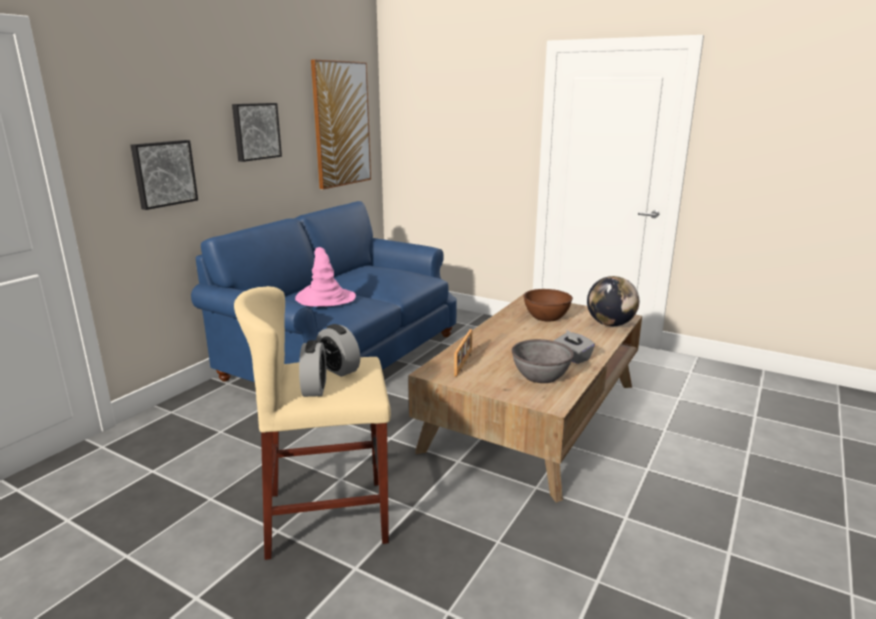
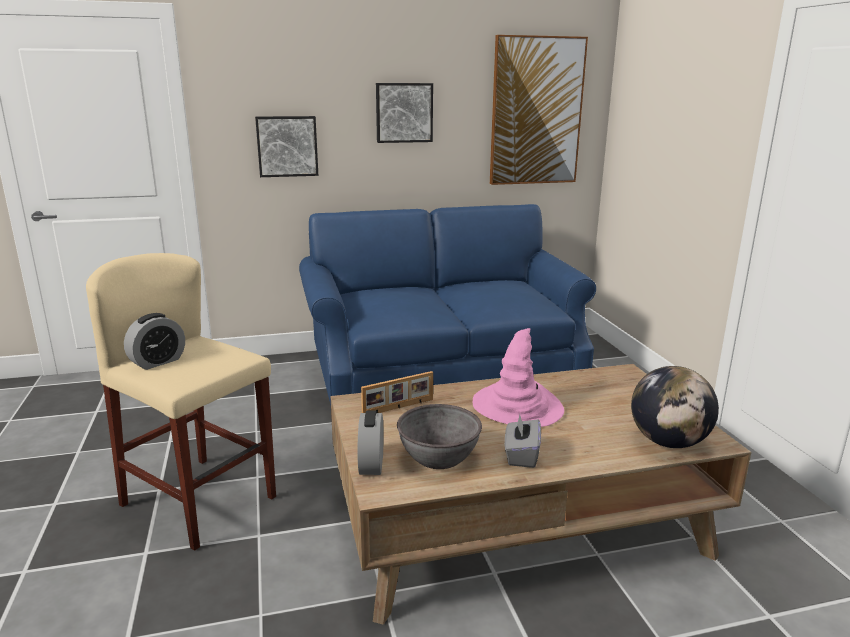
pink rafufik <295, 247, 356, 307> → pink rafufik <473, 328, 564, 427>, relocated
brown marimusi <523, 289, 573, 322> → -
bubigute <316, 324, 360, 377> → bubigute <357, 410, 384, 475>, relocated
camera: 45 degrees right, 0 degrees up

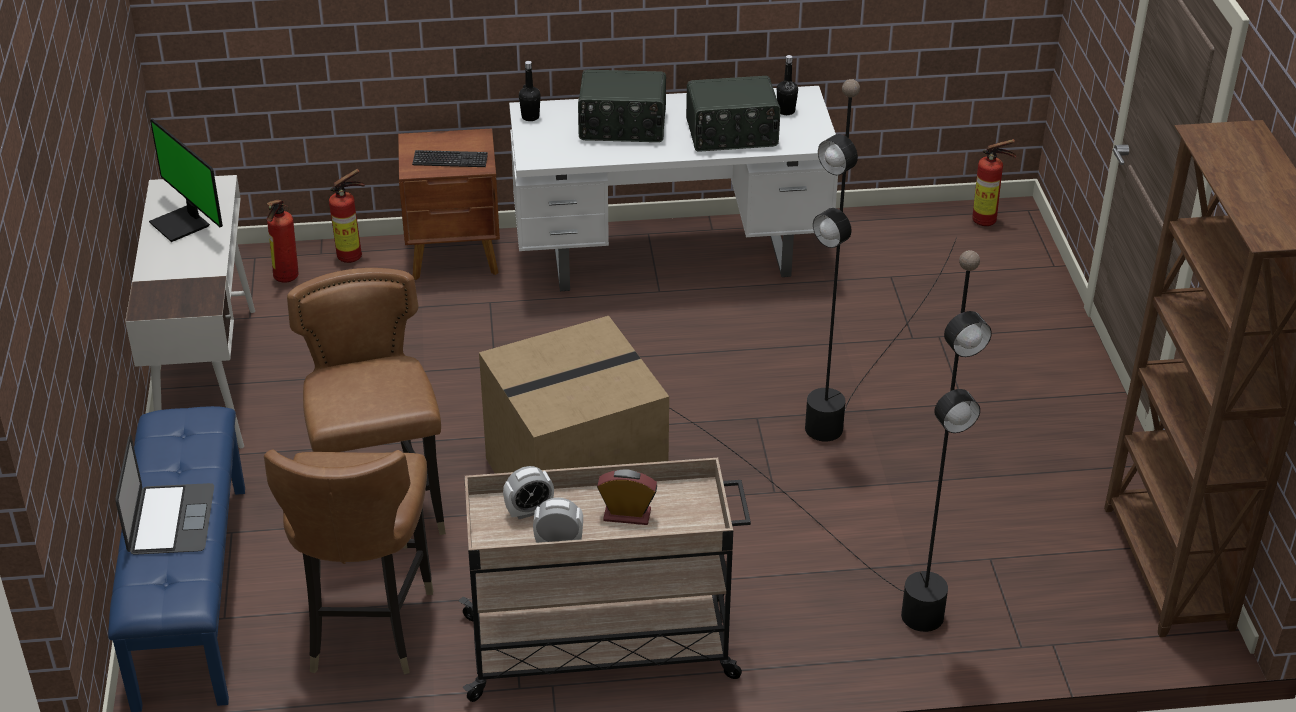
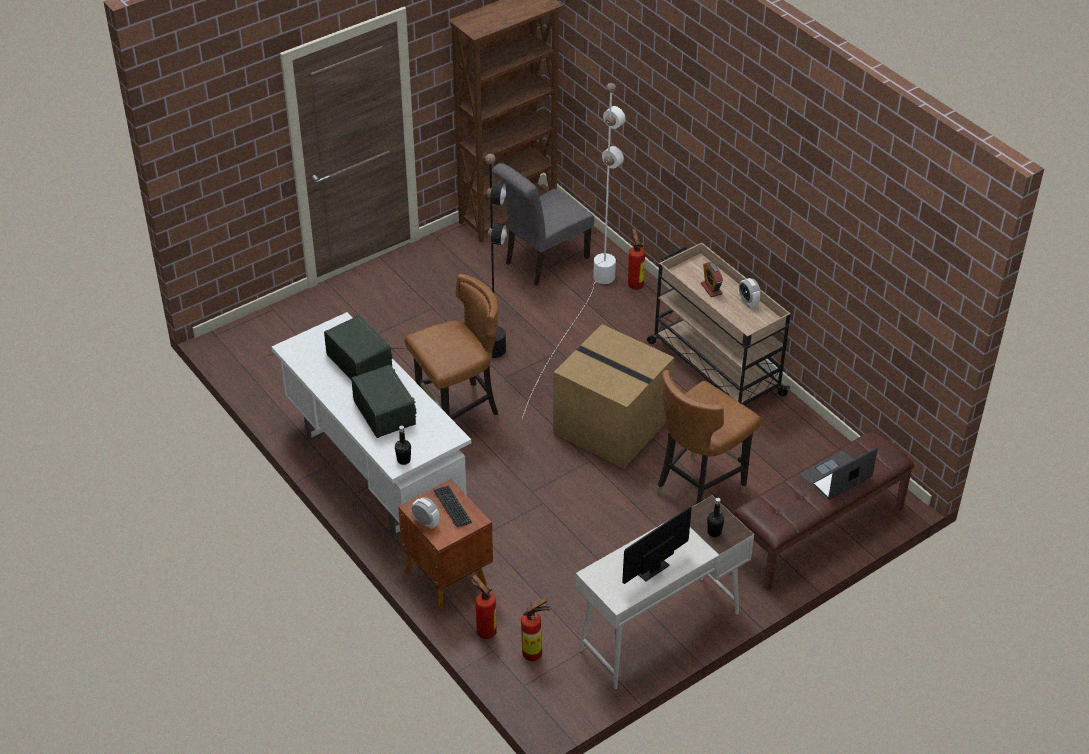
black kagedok <777, 55, 798, 115> → black kagedok <707, 498, 724, 537>, relocated
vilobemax <149, 119, 223, 242> → vilobemax <622, 507, 692, 584>, 150 degrees counterclockwise
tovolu <972, 139, 1016, 226> → tovolu <628, 229, 645, 290>, relocated
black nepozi <670, 250, 992, 632> → white nepozi <522, 83, 625, 418>
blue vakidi <108, 406, 245, 712> → brown vakidi <734, 431, 914, 591>
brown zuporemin <264, 449, 433, 674> → brown zuporemin <405, 274, 500, 423>, relocated
bubigute <503, 466, 554, 519> → bubigute <411, 497, 440, 529>, relocated
- → grey zuporemin <492, 163, 594, 286>
camera: 120 degrees left, 5 degrees up

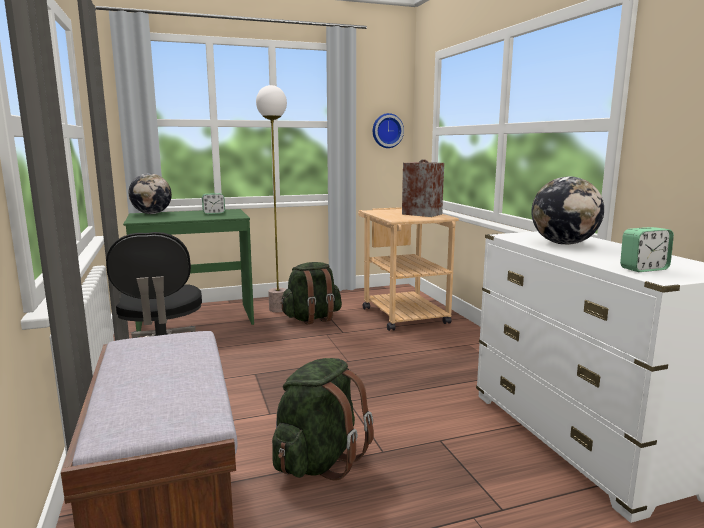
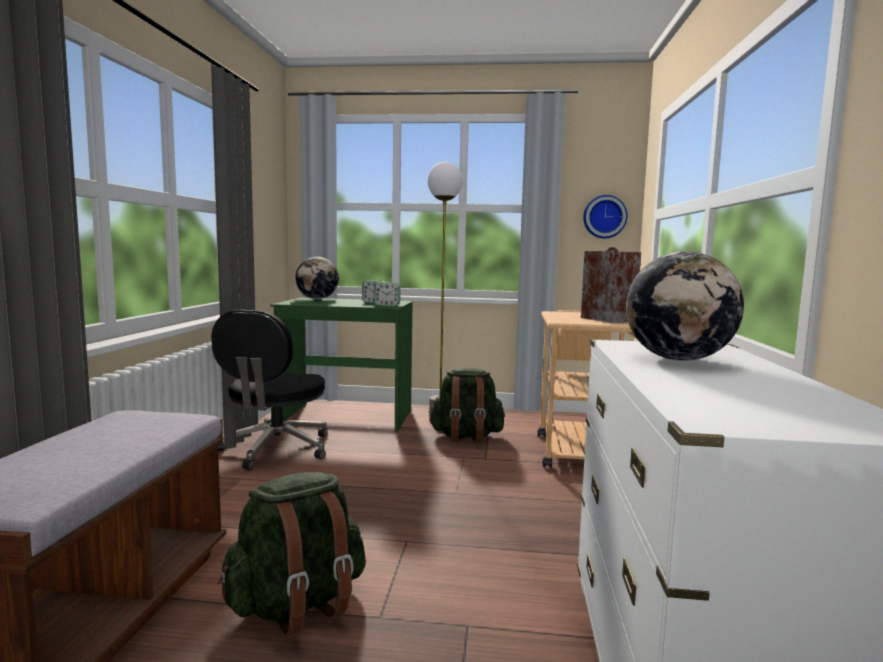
bubigute <620, 227, 674, 272> → bubigute <374, 282, 400, 306>, relocated
camera: 25 degrees right, 5 degrees down

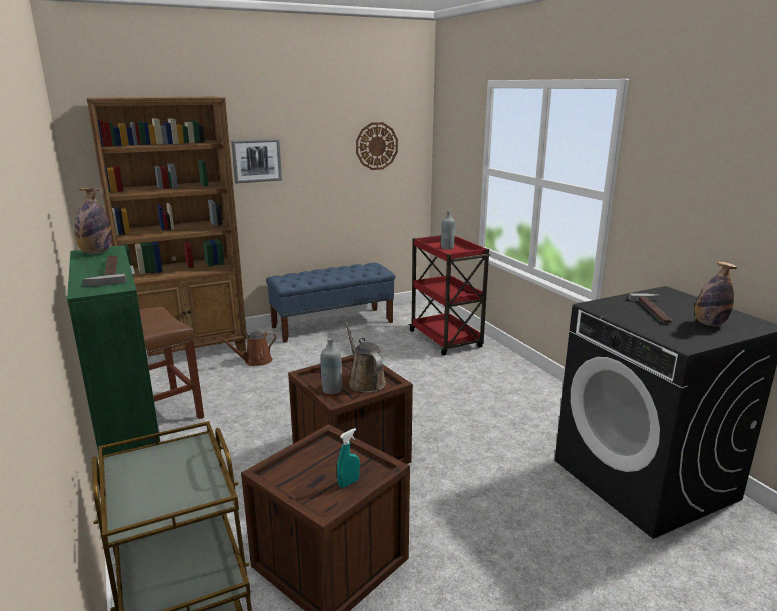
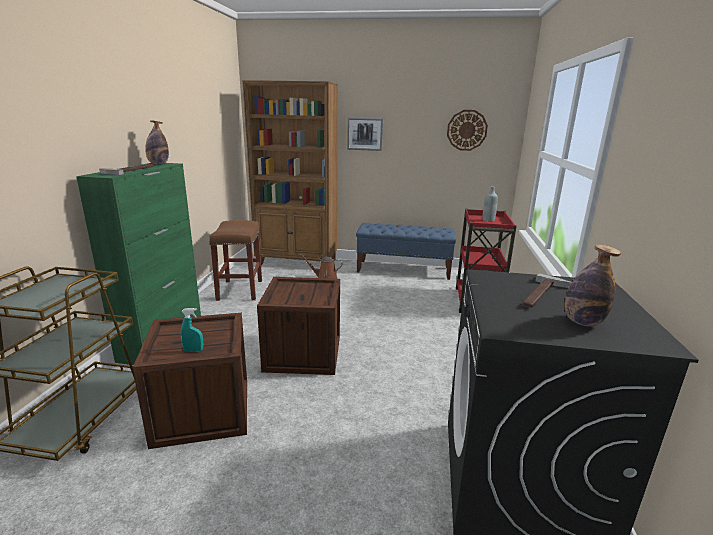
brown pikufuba <345, 321, 386, 393> → -
grey kagedok <321, 338, 342, 394> → -
camera: 35 degrees right, 0 degrees up

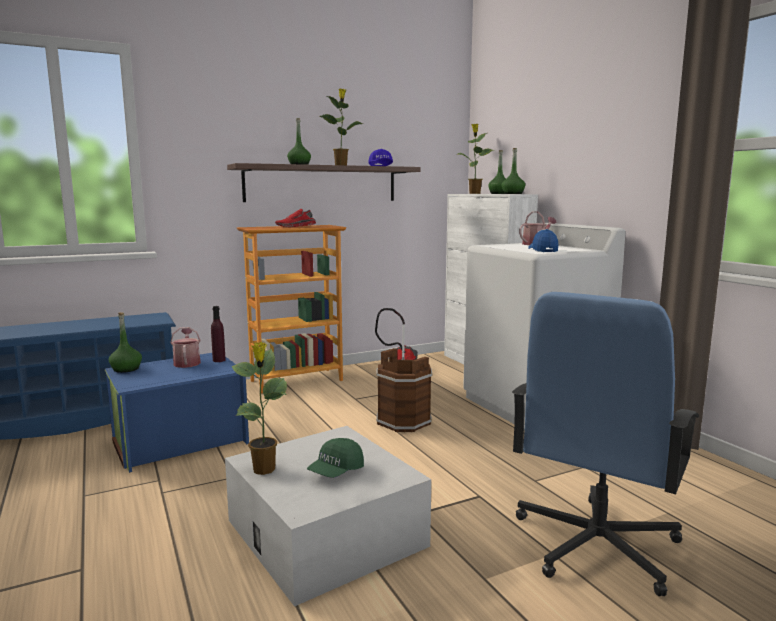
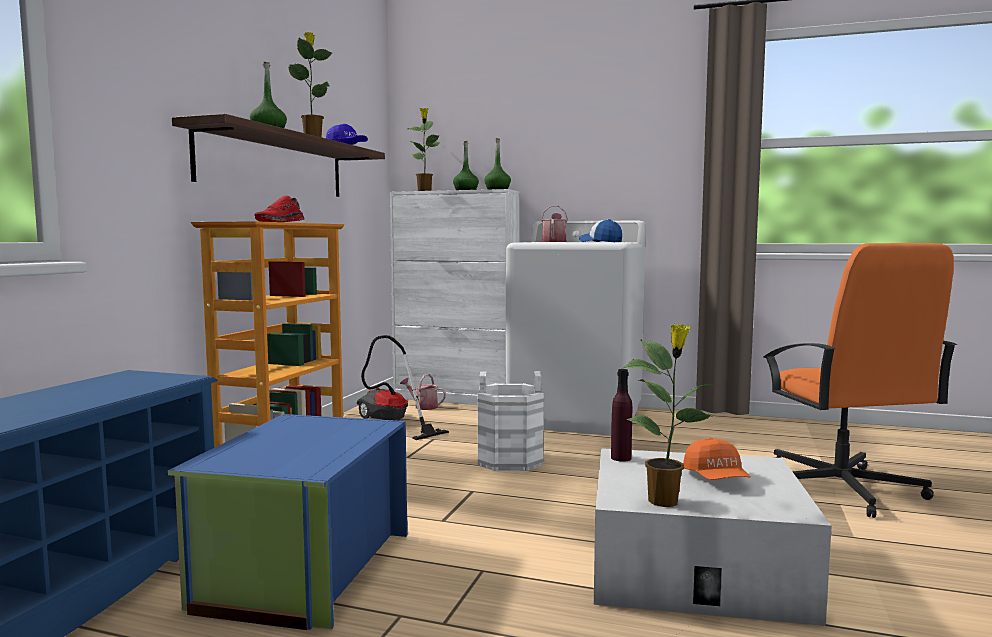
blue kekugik <512, 292, 699, 596> → orange kekugik <763, 243, 957, 518>
purple kagedok <211, 306, 226, 362> → purple kagedok <611, 369, 632, 462>, relocated
green kagedok <109, 312, 142, 373> → -
pikufuba <170, 327, 201, 368> → pikufuba <400, 374, 446, 410>, relocated
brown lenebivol <376, 348, 433, 432> → white lenebivol <478, 372, 545, 471>
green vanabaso <307, 438, 364, 478> → orange vanabaso <683, 438, 751, 480>
camera: 45 degrees left, 5 degrees down

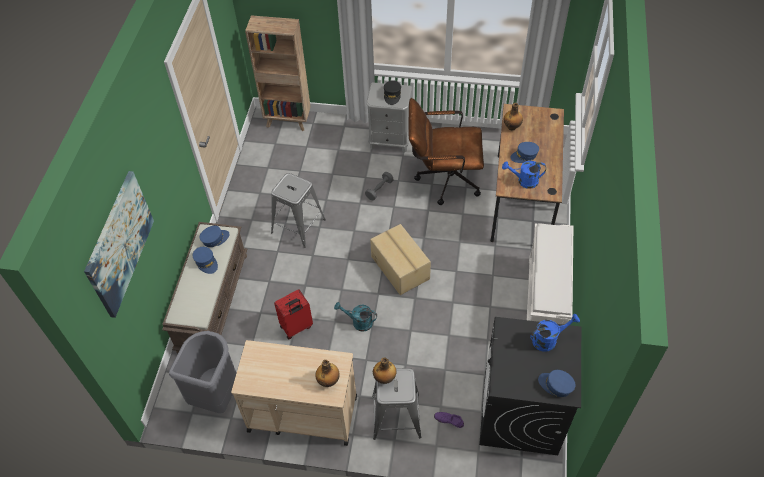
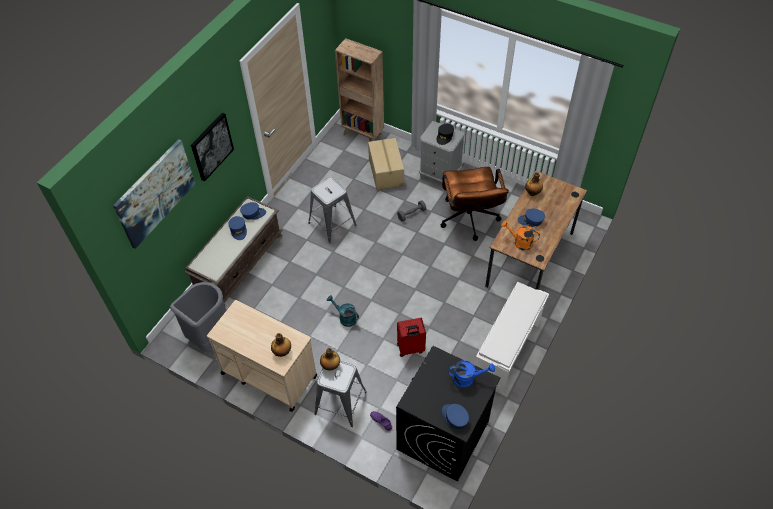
brown kekugik <409, 98, 484, 205> → brown kekugik <441, 167, 509, 241>, 120 degrees counterclockwise
blue pikufuba <502, 161, 546, 189> → orange pikufuba <501, 220, 540, 250>
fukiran <370, 224, 431, 295> → fukiran <368, 138, 404, 190>, relocated
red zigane <274, 289, 313, 339> → red zigane <397, 318, 426, 357>, relocated
- → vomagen <191, 113, 234, 182>
camera: 20 degrees right, 0 degrees up

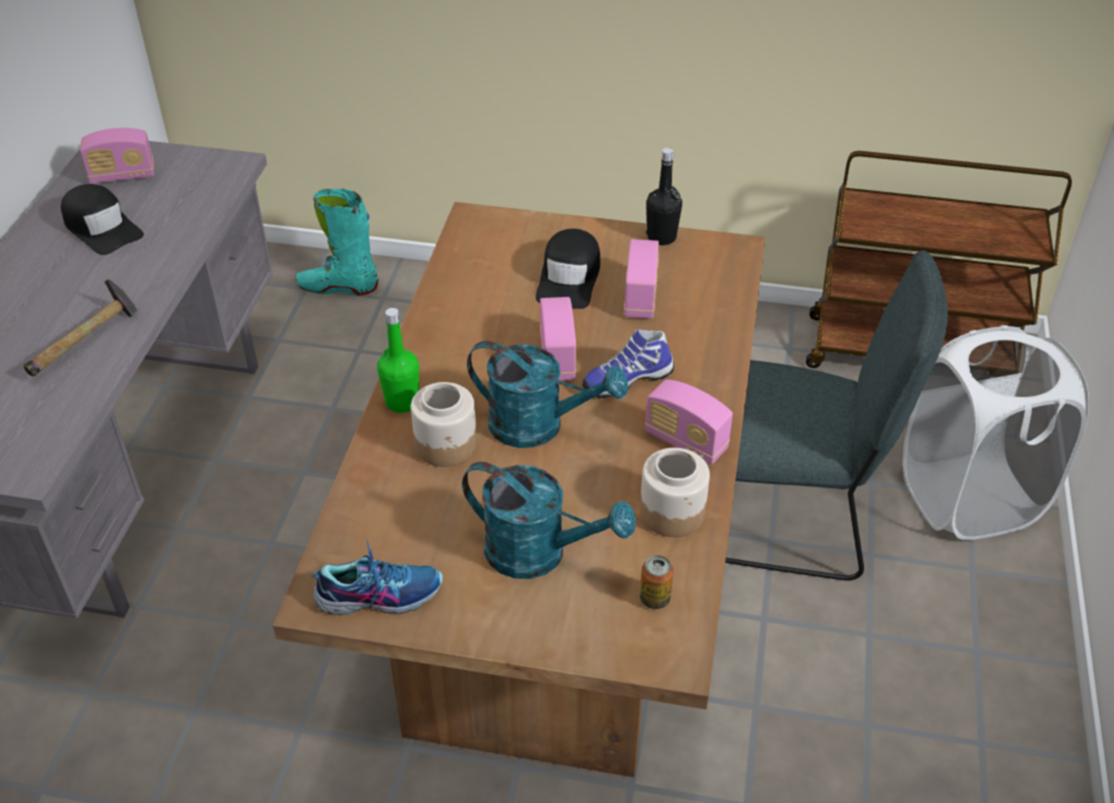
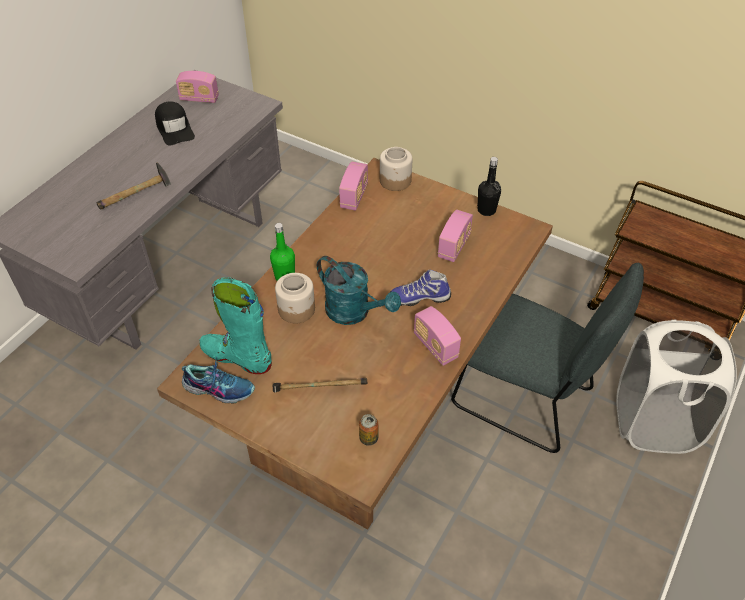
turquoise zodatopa <295, 189, 379, 296> → turquoise zodatopa <200, 277, 272, 374>, relocated
black vanabaso <536, 229, 600, 309> → -
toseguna <540, 297, 576, 381> → toseguna <339, 162, 368, 210>, relocated
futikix <640, 448, 710, 537> → futikix <380, 147, 412, 191>, relocated
turquoise pikufuba <462, 462, 636, 579> → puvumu <273, 378, 367, 392>
camera: 20 degrees right, 5 degrees up

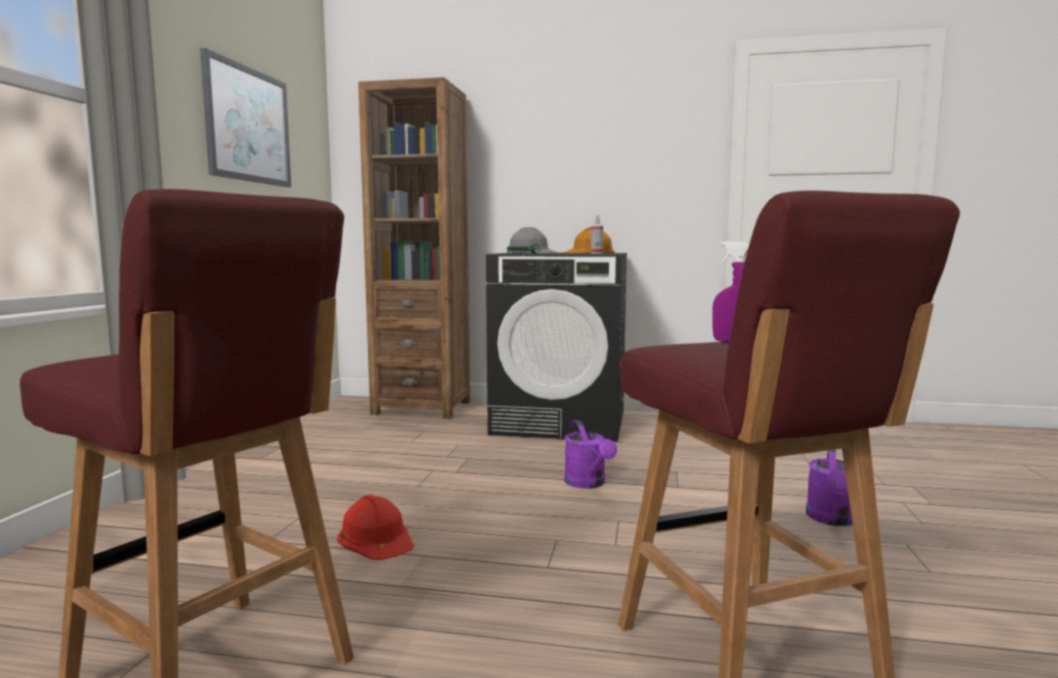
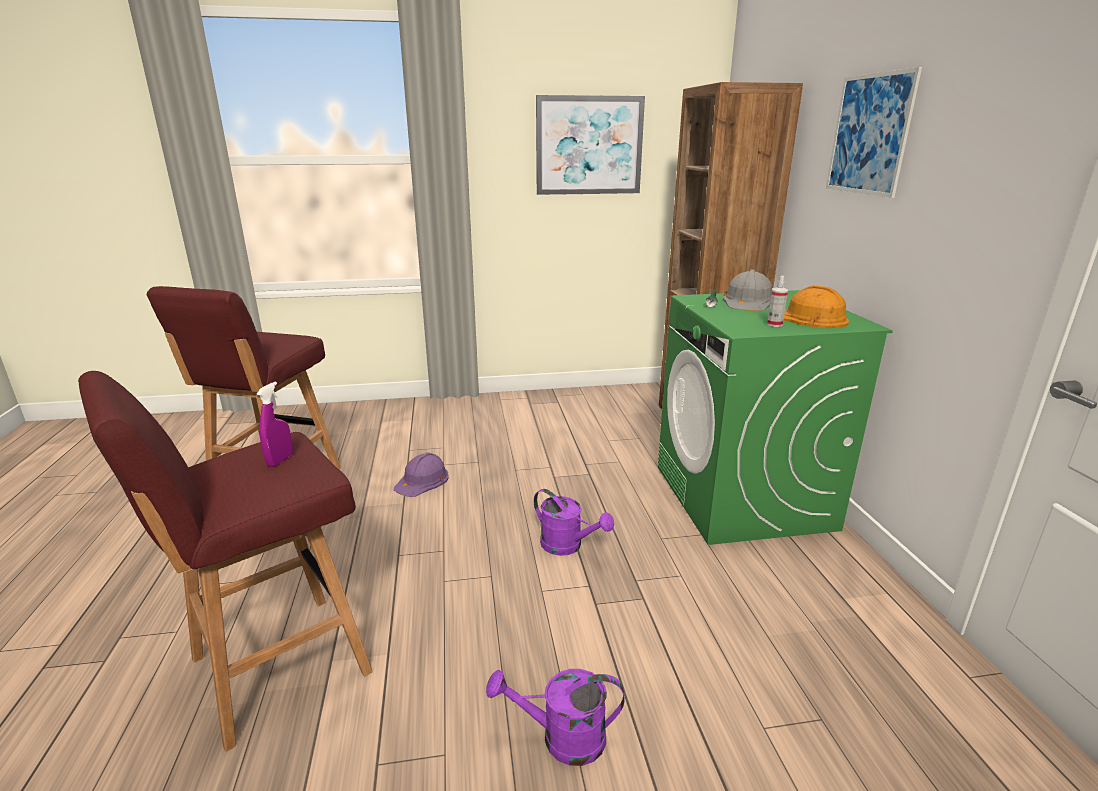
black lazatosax <486, 253, 627, 442> → green lazatosax <658, 290, 893, 545>
purple pikufuba <564, 420, 617, 489> → purple pikufuba <534, 489, 614, 556>, 105 degrees counterclockwise
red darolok <337, 495, 414, 560> → purple darolok <394, 453, 449, 497>
- → vomagen <826, 67, 922, 198>
camera: 70 degrees right, 15 degrees up

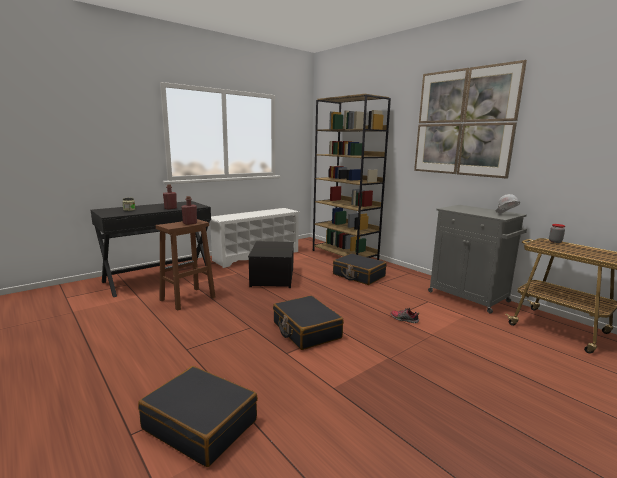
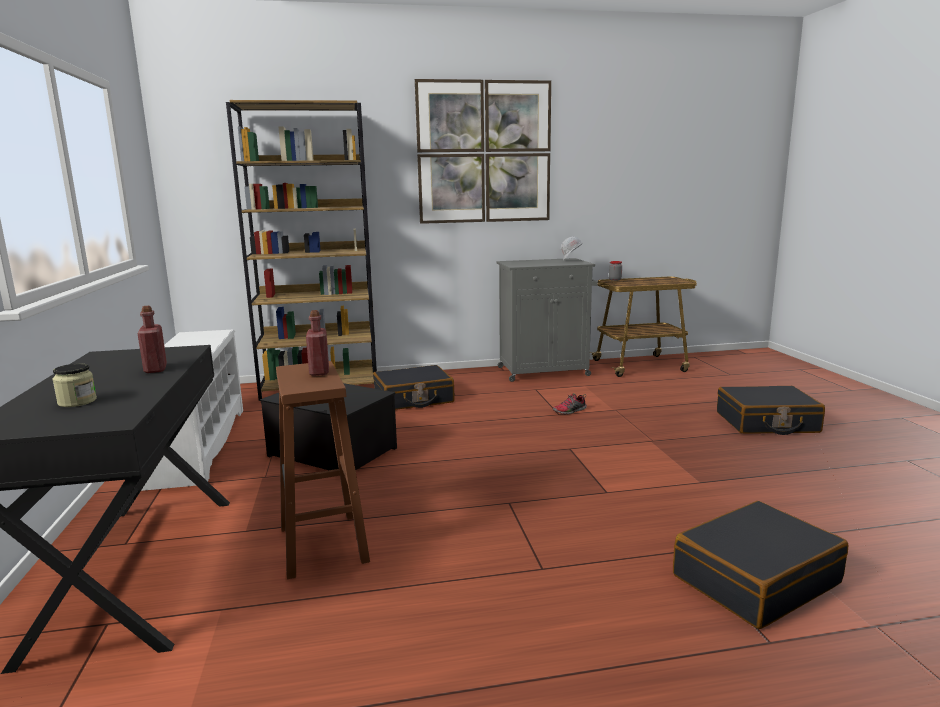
black zigane <273, 295, 344, 350> → black zigane <717, 386, 825, 435>, relocated
camera: 60 degrees left, 0 degrees up

